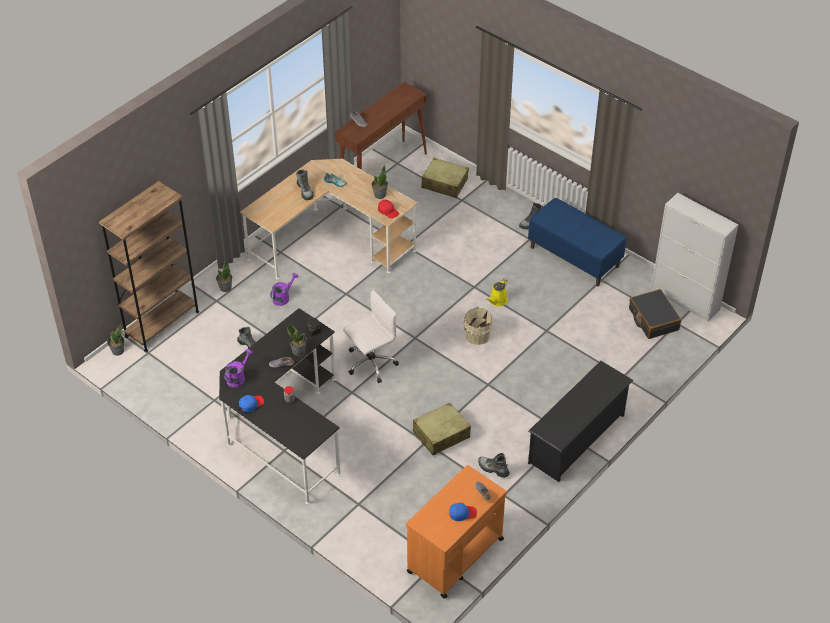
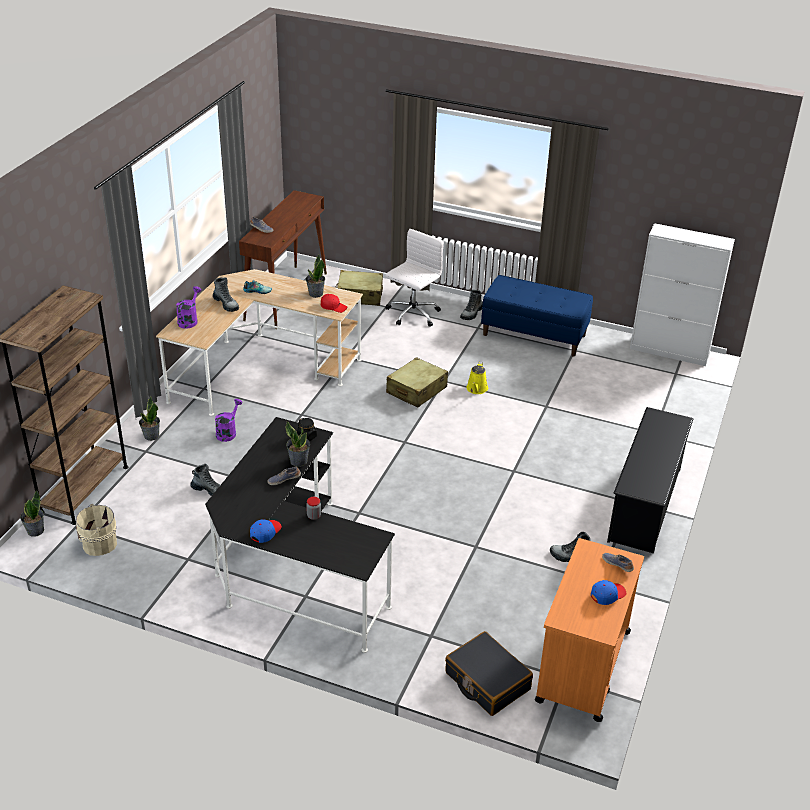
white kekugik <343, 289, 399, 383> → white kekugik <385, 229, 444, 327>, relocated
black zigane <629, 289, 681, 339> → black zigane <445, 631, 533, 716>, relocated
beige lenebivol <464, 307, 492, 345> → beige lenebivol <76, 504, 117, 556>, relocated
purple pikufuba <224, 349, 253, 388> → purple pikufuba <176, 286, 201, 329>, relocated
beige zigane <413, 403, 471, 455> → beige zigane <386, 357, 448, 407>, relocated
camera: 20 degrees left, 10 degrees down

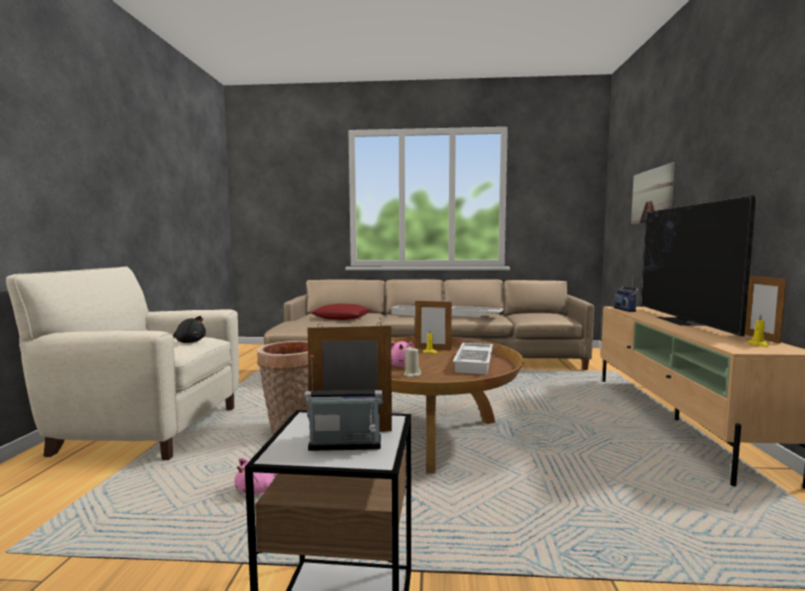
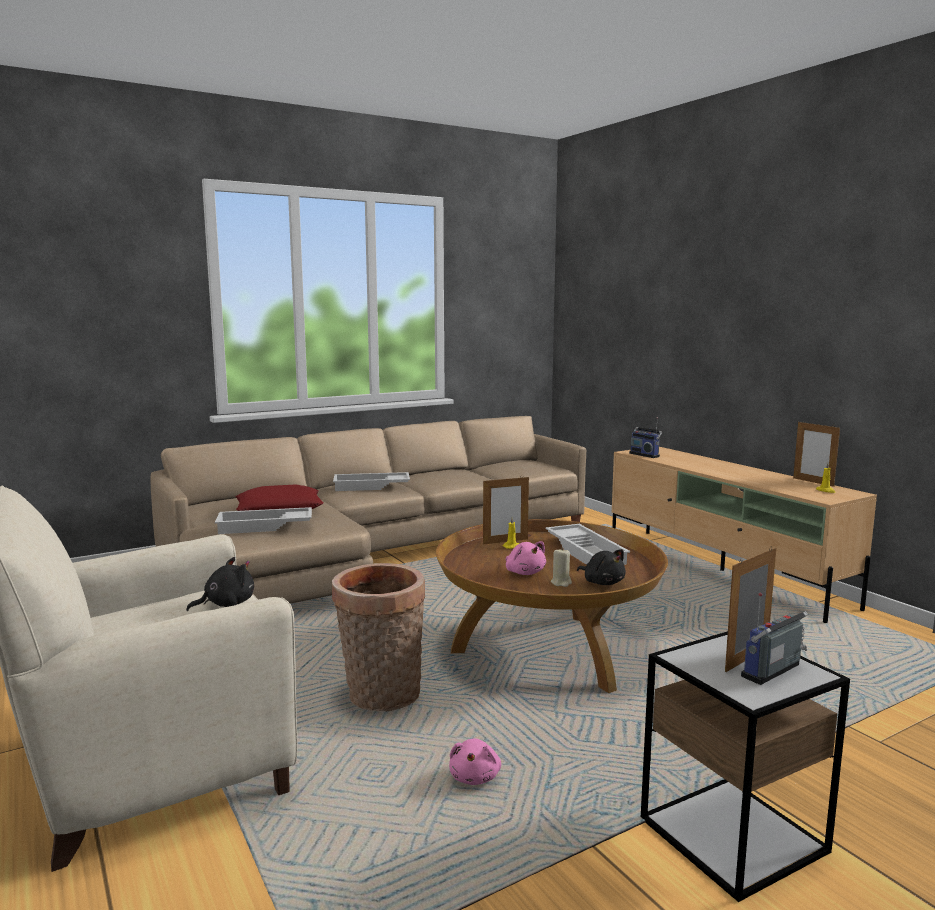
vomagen <631, 162, 675, 224> → -
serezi <641, 196, 756, 336> → -
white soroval <452, 306, 504, 317> → white soroval <215, 507, 312, 534>, relocated
- → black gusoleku <577, 549, 626, 585>
camera: 35 degrees left, 5 degrees up

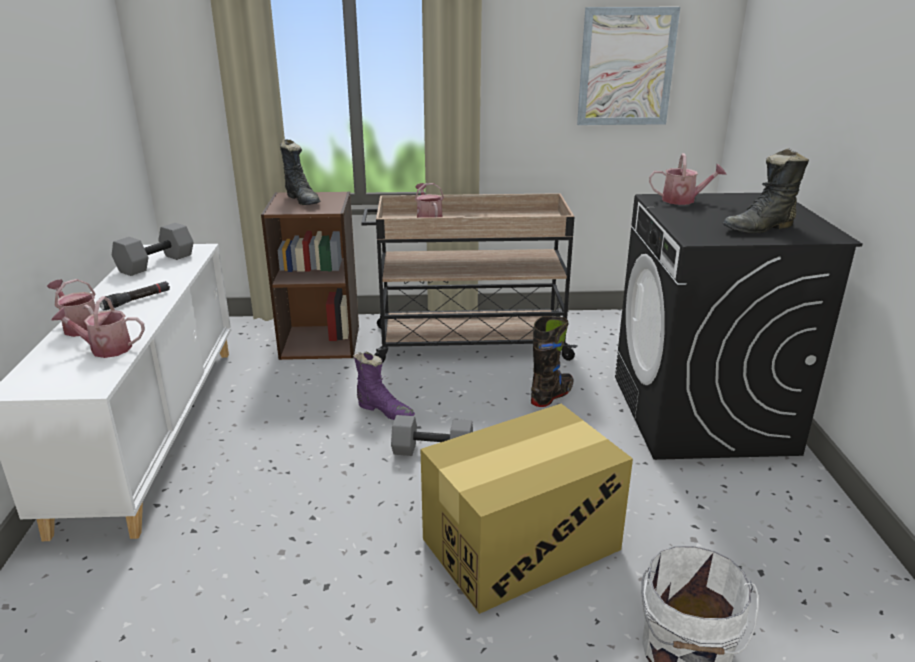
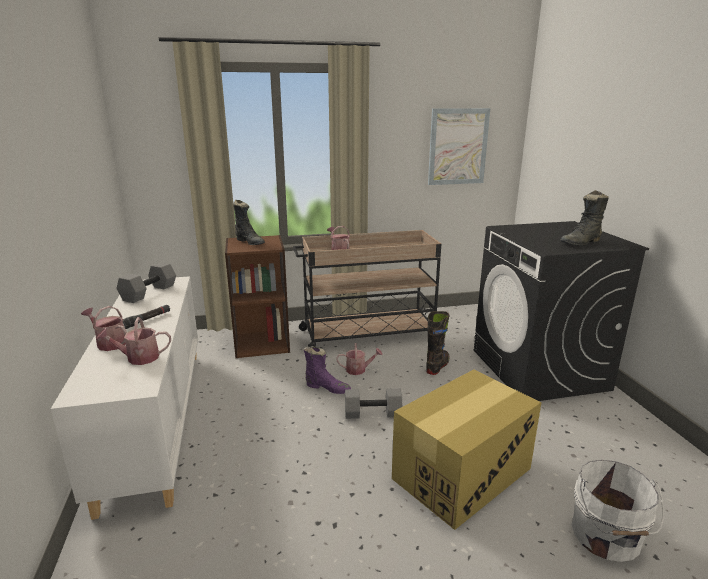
pikufuba <649, 153, 727, 205> → pikufuba <336, 343, 383, 375>, relocated
camera: 10 degrees left, 5 degrees down

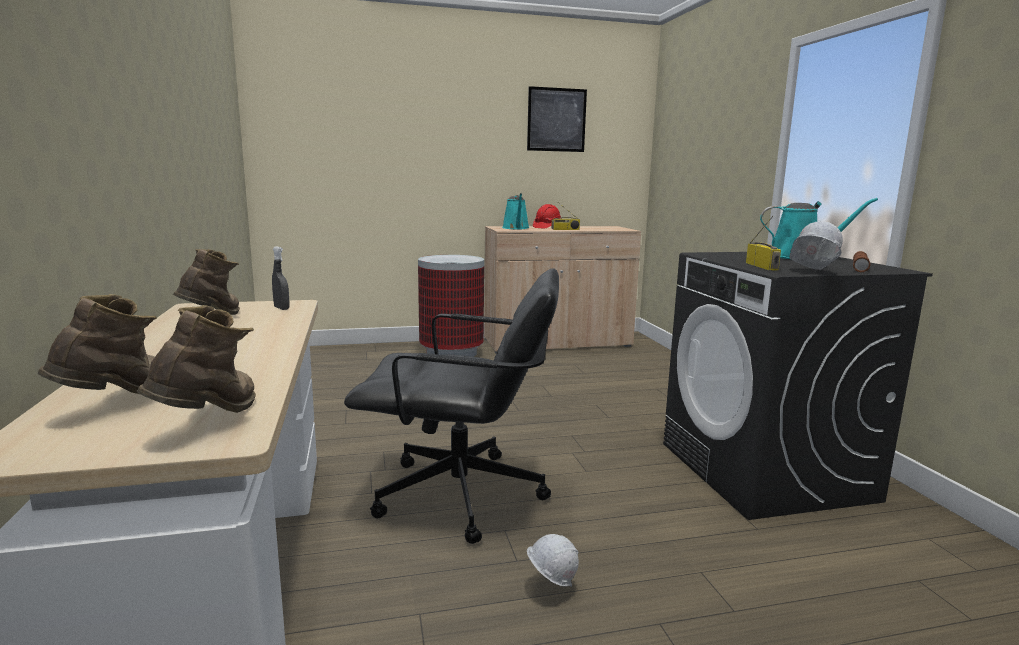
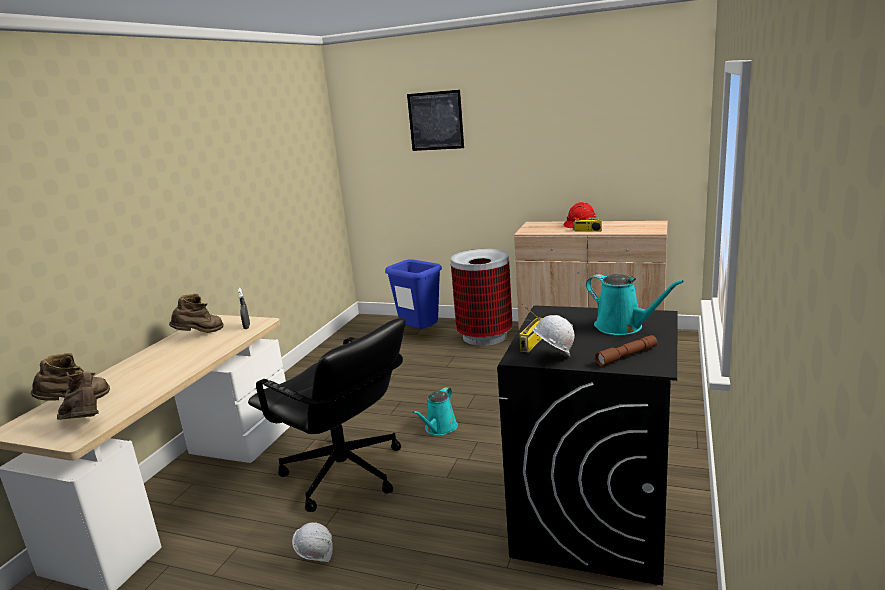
vomagen <527, 86, 587, 152> → vomagen <407, 90, 464, 151>, relocated
turquoise pikufuba <502, 193, 530, 229> → turquoise pikufuba <413, 387, 458, 436>, relocated
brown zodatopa <137, 305, 256, 413> → brown zodatopa <57, 370, 98, 420>, 90 degrees counterclockwise
- → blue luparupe <385, 259, 442, 329>
camera: 35 degrees right, 5 degrees up

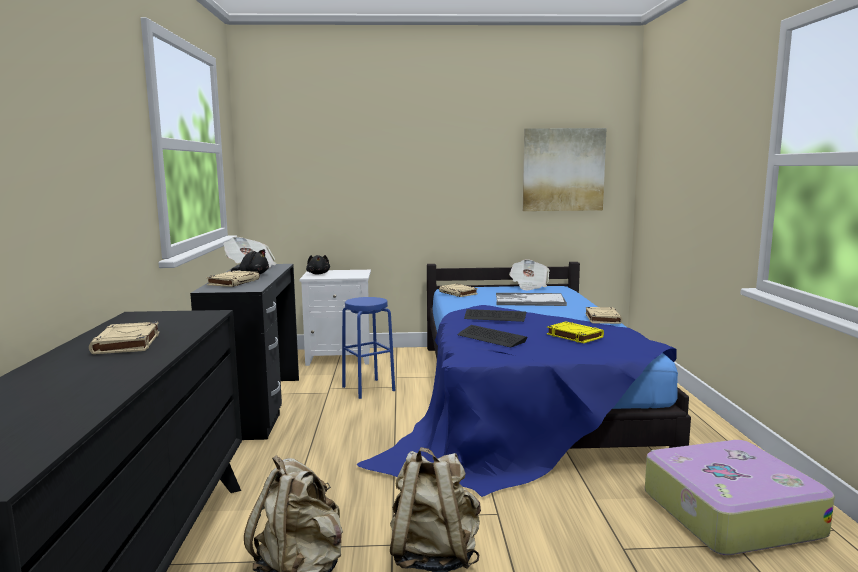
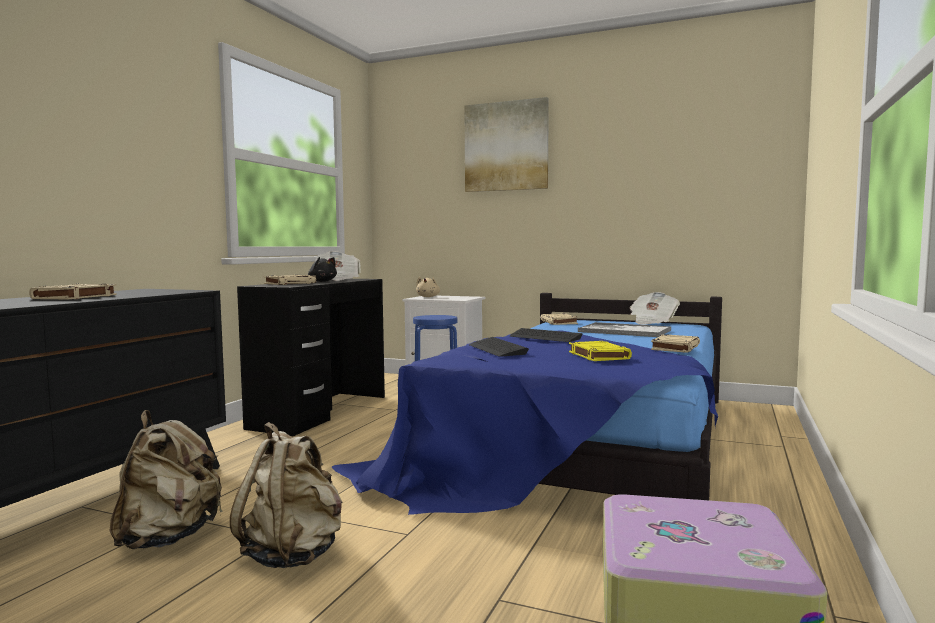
vomagen <523, 128, 607, 211> → vomagen <464, 97, 549, 192>, relocated
black gusoleku <306, 255, 330, 274> → beige gusoleku <416, 277, 440, 297>
camera: 25 degrees right, 5 degrees down

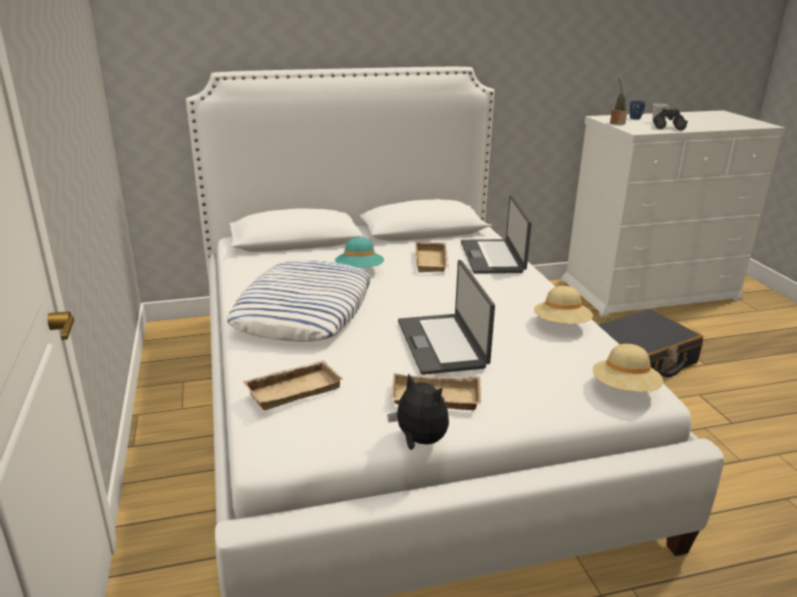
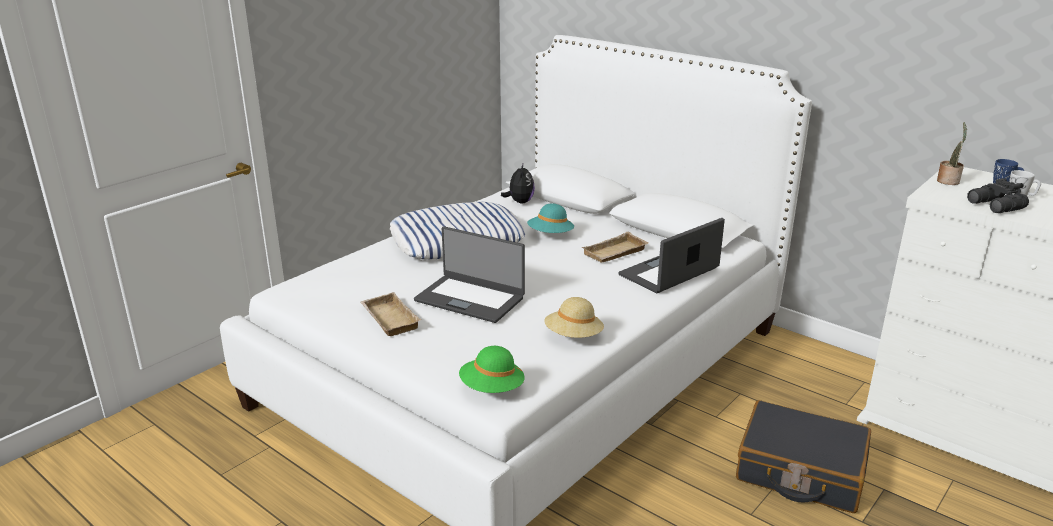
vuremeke <398, 260, 495, 375> → vuremeke <414, 226, 525, 323>, 105 degrees counterclockwise
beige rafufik <592, 344, 663, 392> → green rafufik <459, 346, 525, 393>
beige soroval <243, 360, 343, 410> → -
gusoleku <387, 373, 449, 450> → gusoleku <501, 162, 535, 203>, relocated
camera: 55 degrees right, 0 degrees up

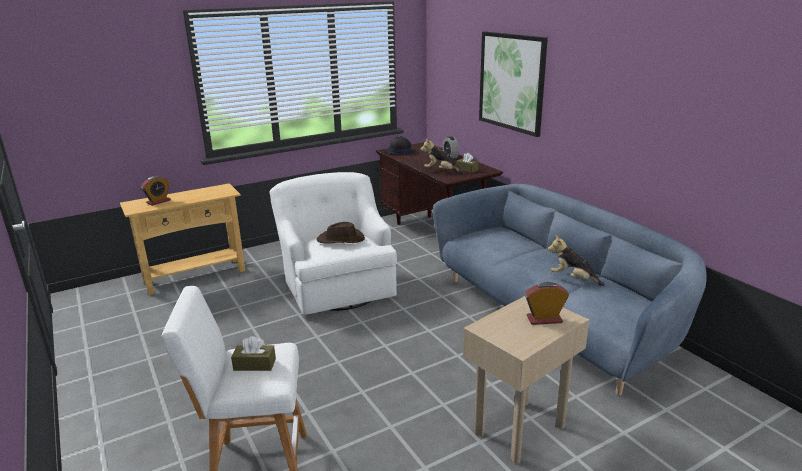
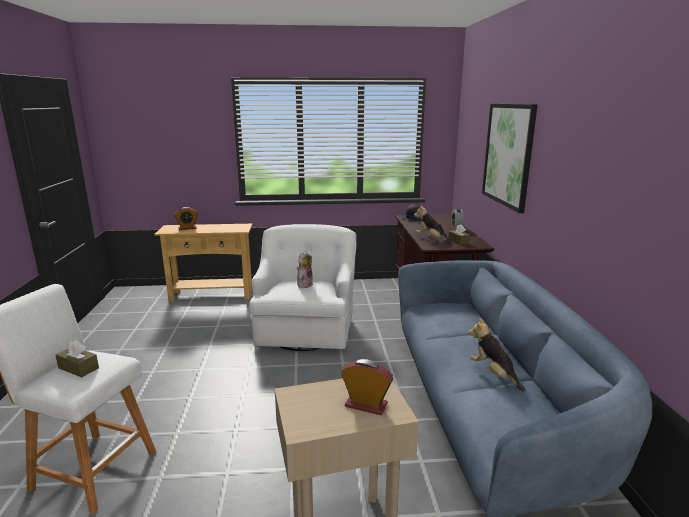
brown rafufik <317, 222, 365, 243> → gusoleku <297, 251, 313, 288>
camera: 25 degrees right, 5 degrees down

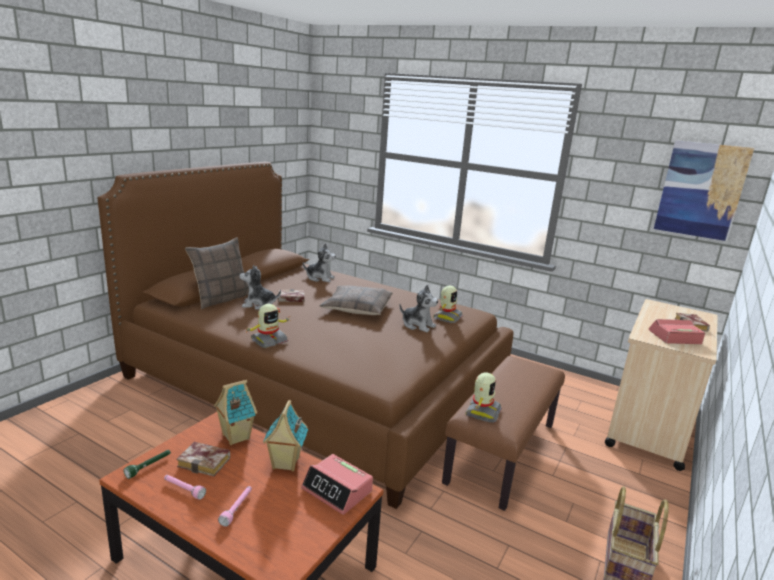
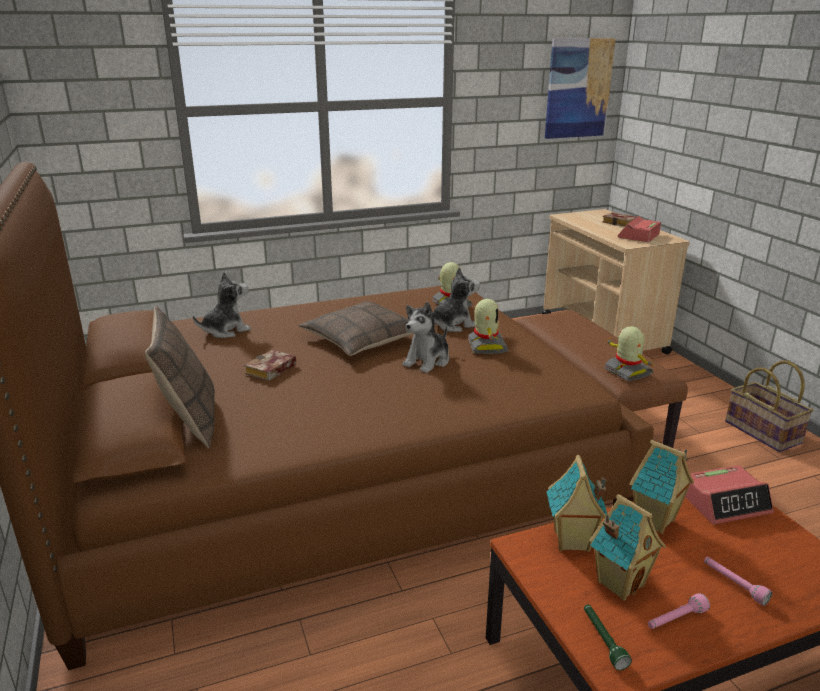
gusoleku <239, 265, 281, 310> → gusoleku <402, 302, 449, 373>, relocated
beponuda <246, 304, 290, 348> → beponuda <468, 299, 509, 354>, relocated
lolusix <176, 442, 230, 476> → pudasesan <589, 494, 666, 600>
camera: 50 degrees left, 5 degrees up

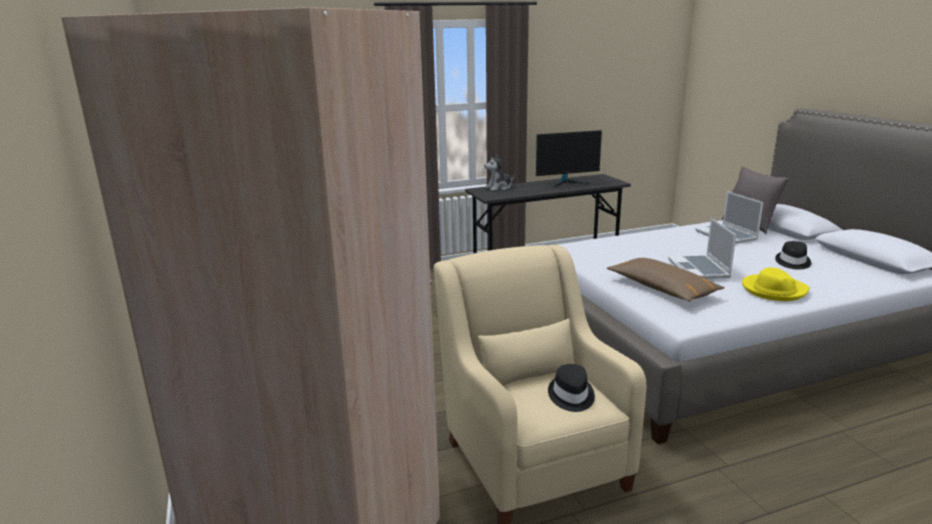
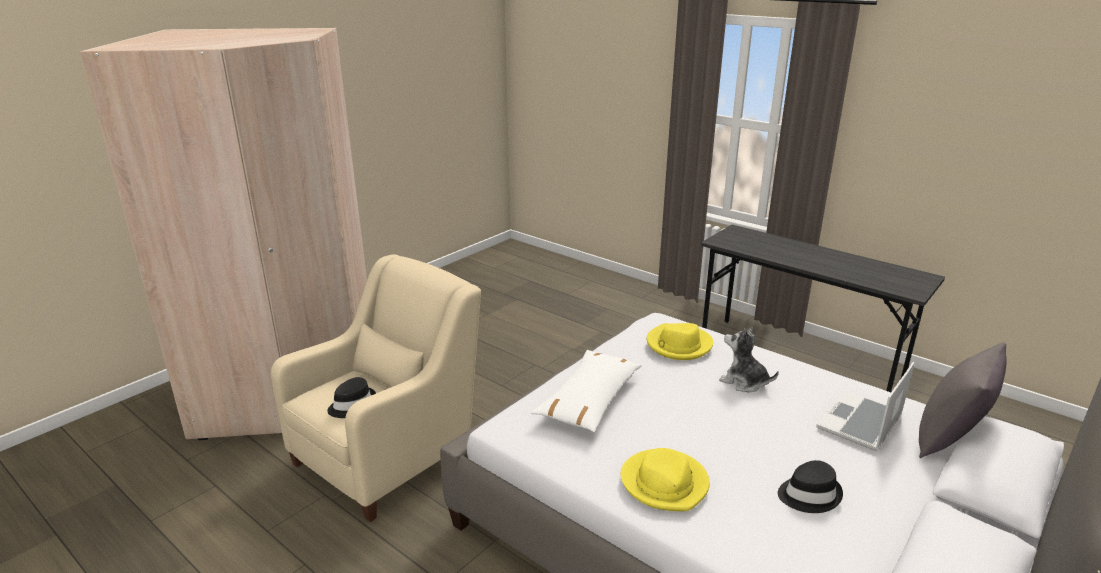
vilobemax <536, 130, 602, 187> → -
gusoleku <484, 155, 515, 191> → gusoleku <719, 327, 779, 392>, relocated
vuremeke <668, 218, 736, 279> → -
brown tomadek <607, 258, 725, 302> → white tomadek <531, 350, 642, 432>
- → yellow rafufik <647, 323, 713, 360>
camera: 60 degrees right, 5 degrees up

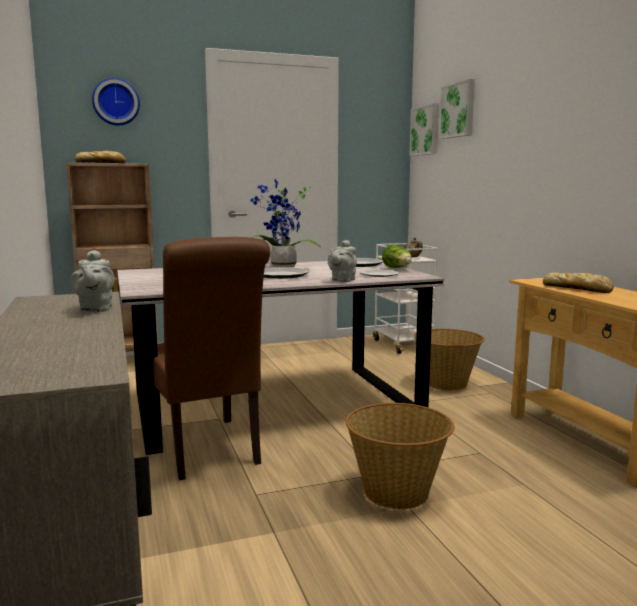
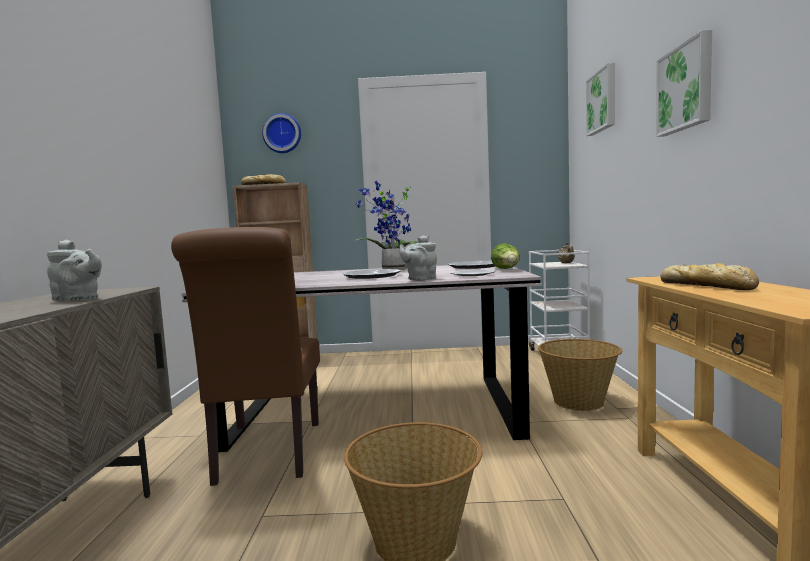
vomagen <410, 103, 439, 156> → vomagen <656, 30, 712, 137>, relocated
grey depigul <70, 250, 115, 312> → grey depigul <47, 239, 102, 301>, 75 degrees counterclockwise
camera: 20 degrees right, 5 degrees down

